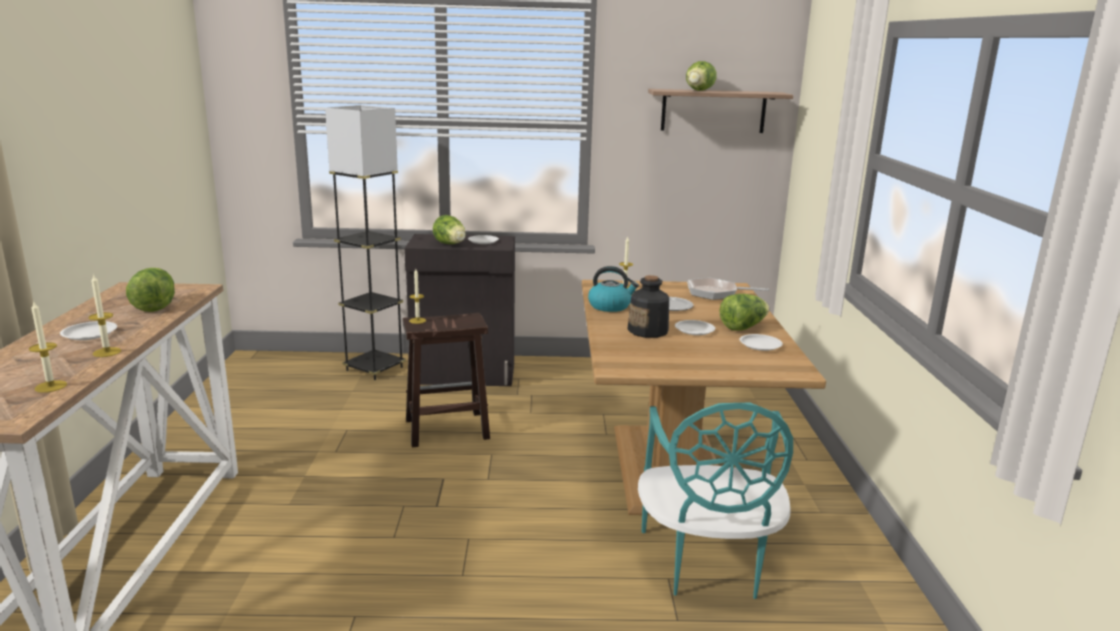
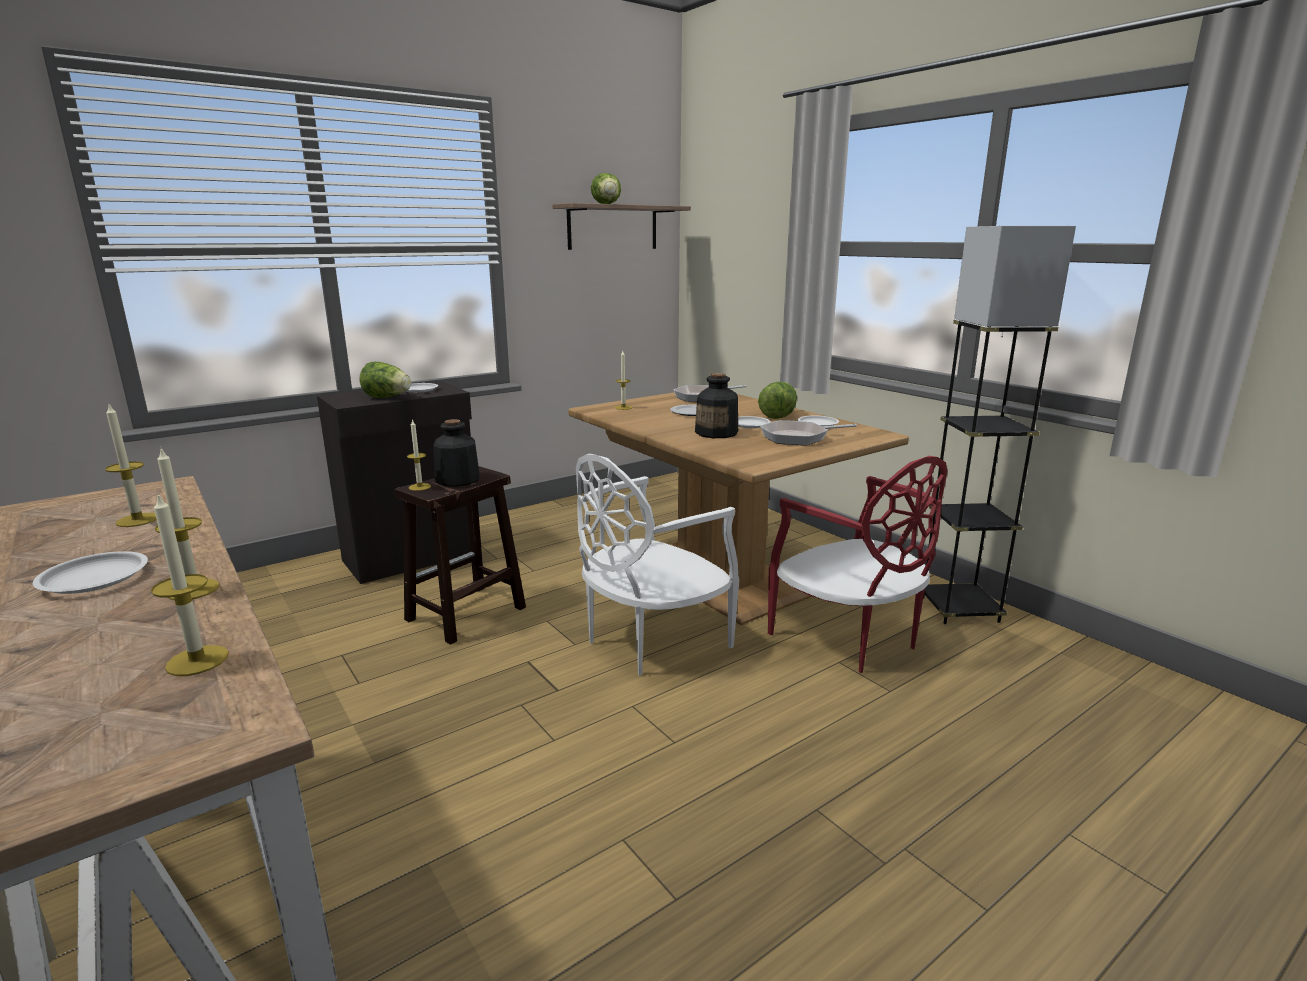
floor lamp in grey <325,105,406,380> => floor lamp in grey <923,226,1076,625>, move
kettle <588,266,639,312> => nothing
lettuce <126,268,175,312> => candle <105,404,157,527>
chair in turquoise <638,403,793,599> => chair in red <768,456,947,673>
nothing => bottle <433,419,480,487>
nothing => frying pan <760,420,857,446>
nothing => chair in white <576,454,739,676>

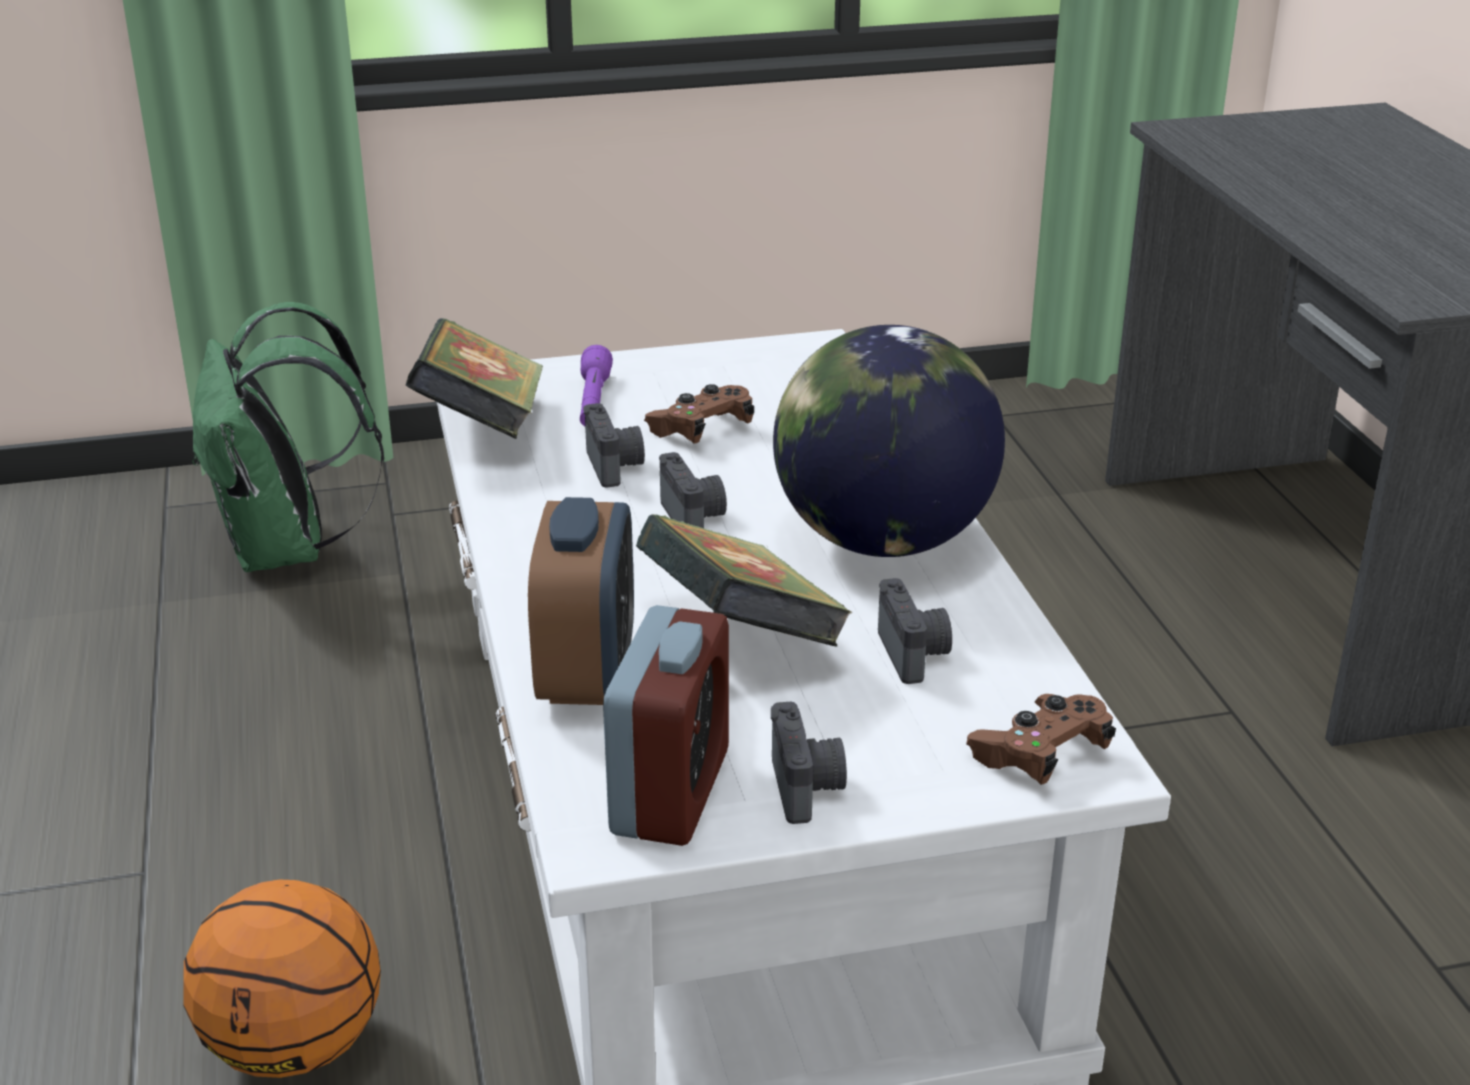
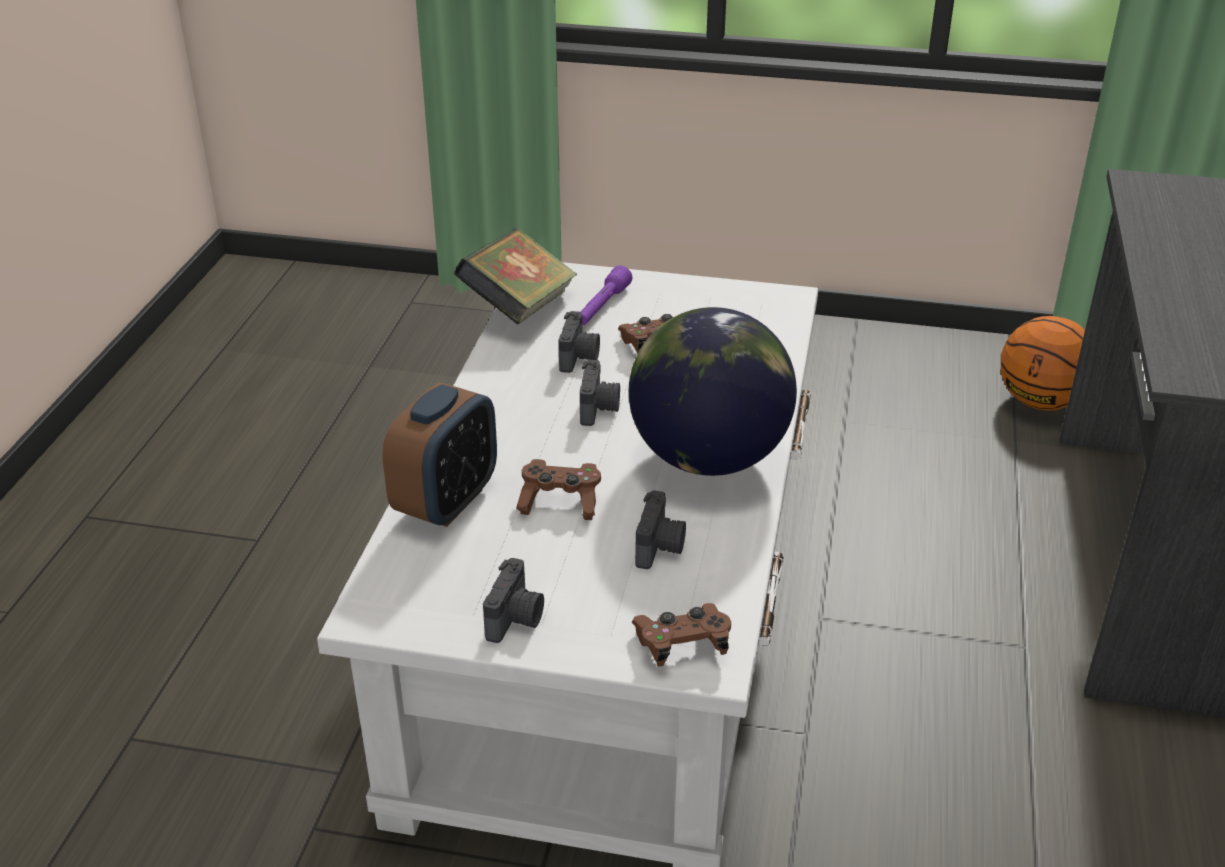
backpack in green <192,302,384,572> => nothing
book <636,514,853,646> => game controller in brown <516,459,601,520>
alarm clock <603,605,729,846> => nothing
basketball <183,879,381,1078> => basketball <1001,316,1085,411>, move

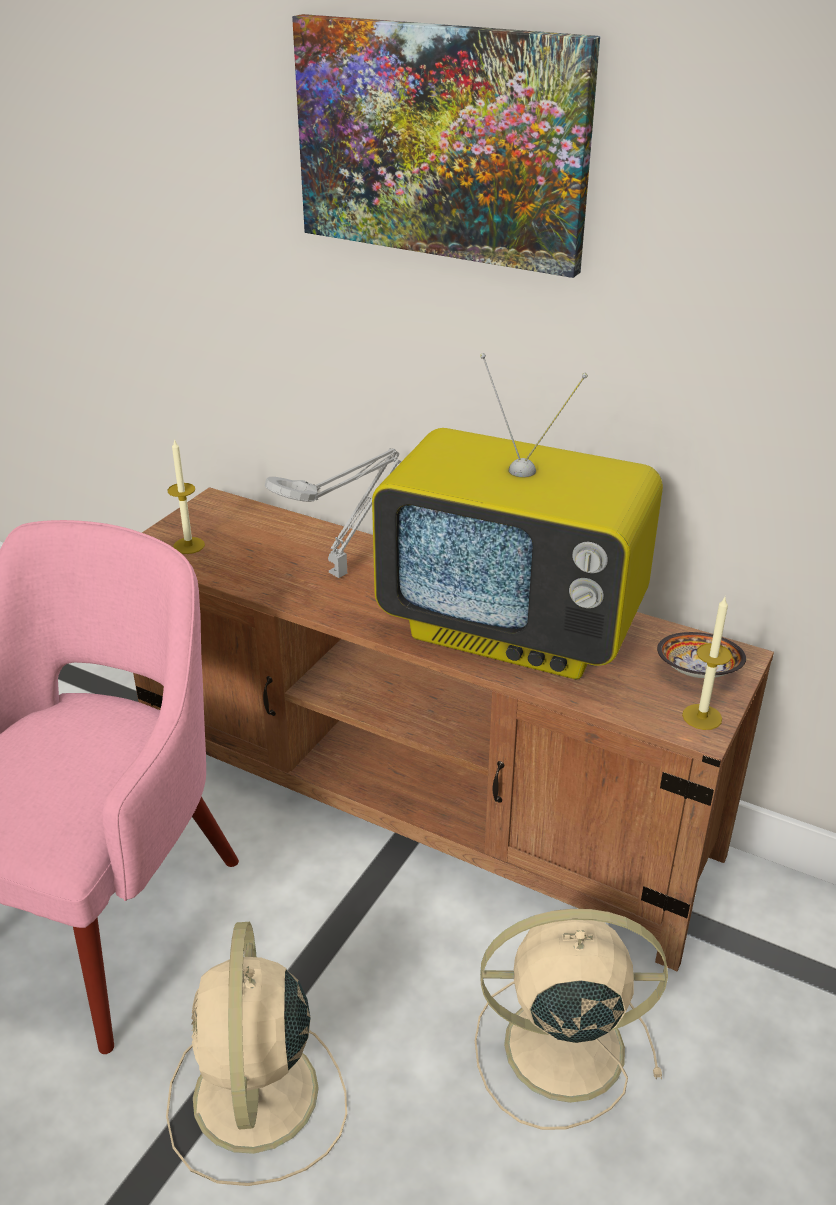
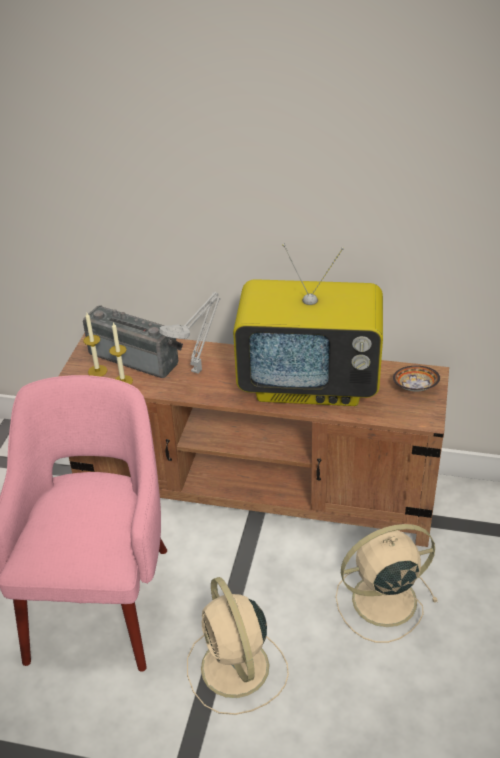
picture <292,14,600,278> => nothing
candle <682,597,732,730> => candle <109,322,133,384>, move
nothing => radio <83,305,183,378>

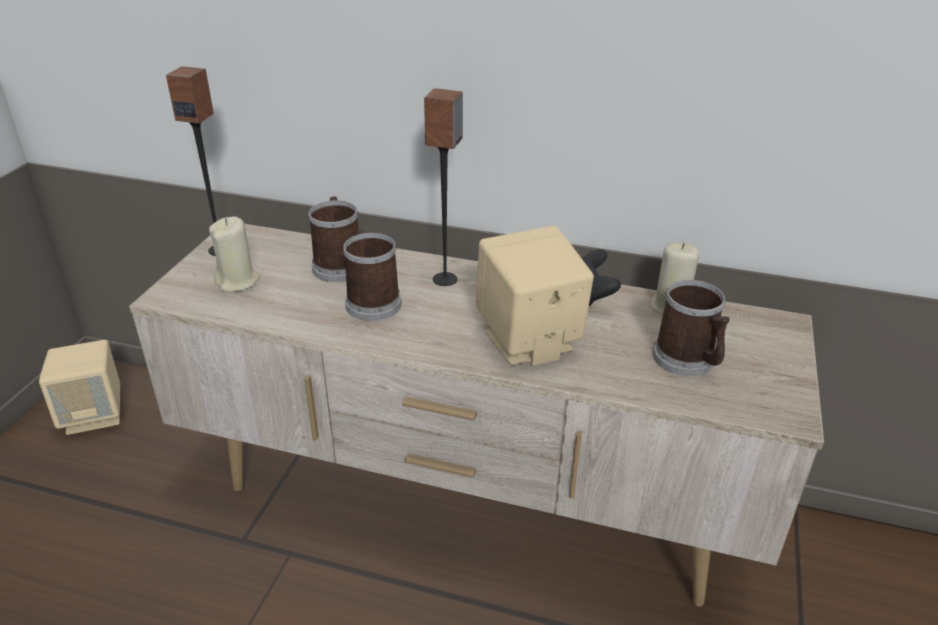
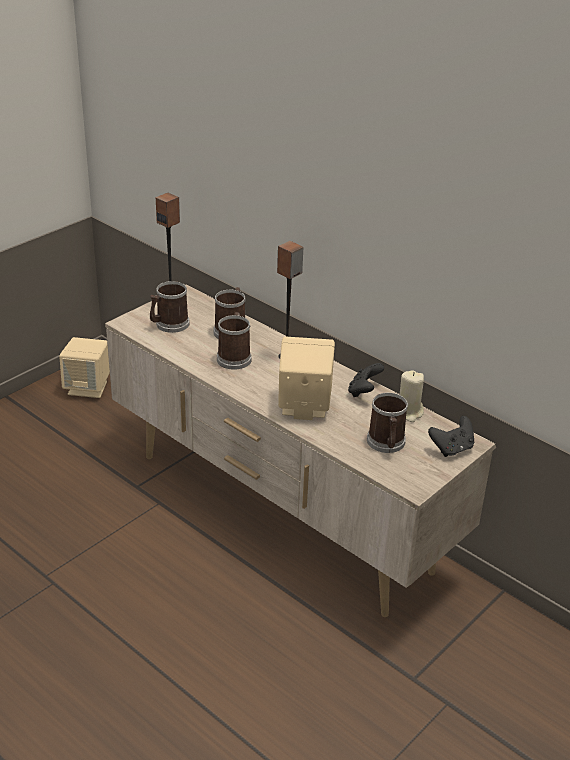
candle in beige <209,216,260,292> => mug <150,281,190,333>
nothing => game controller in black <428,416,474,457>

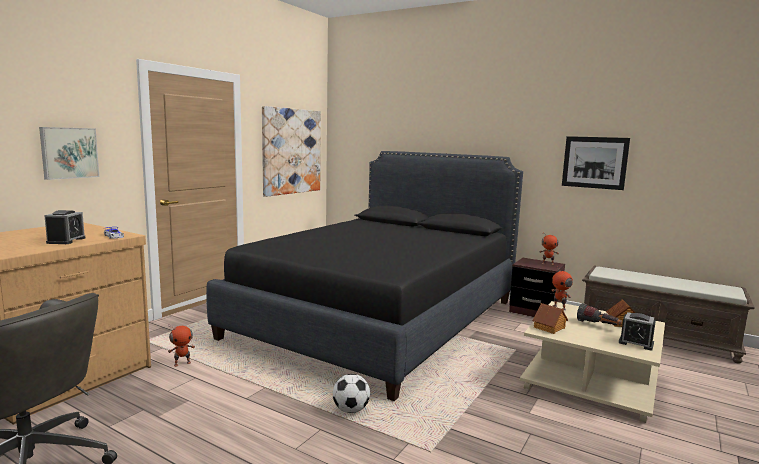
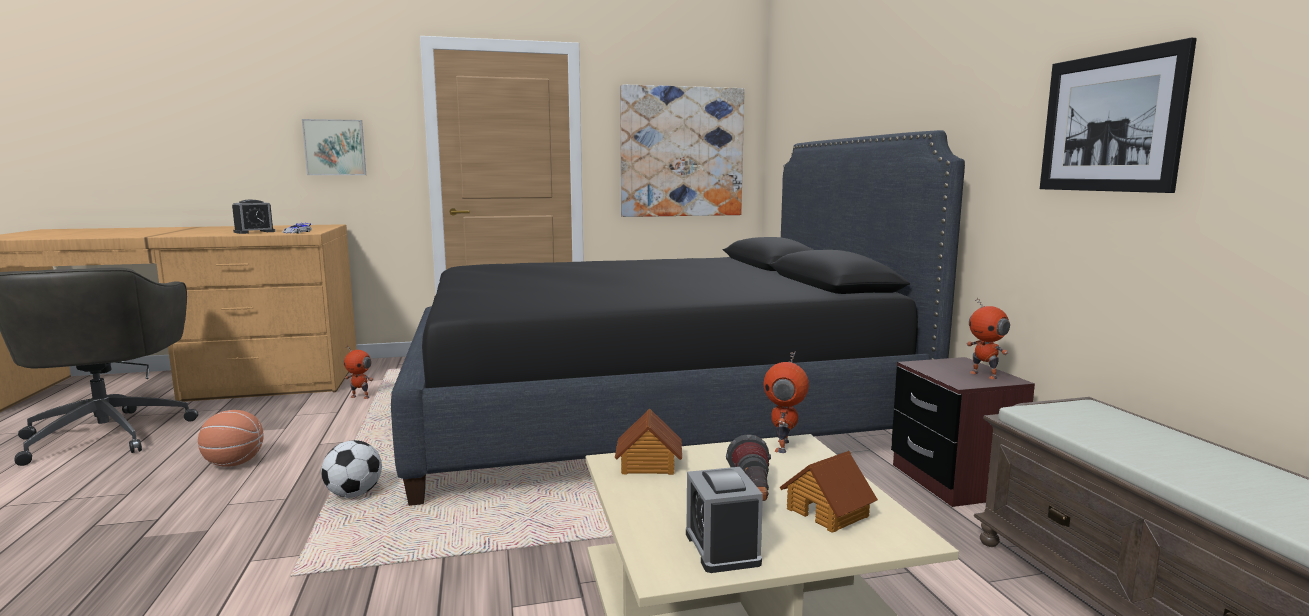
nothing => basketball <198,410,264,467>

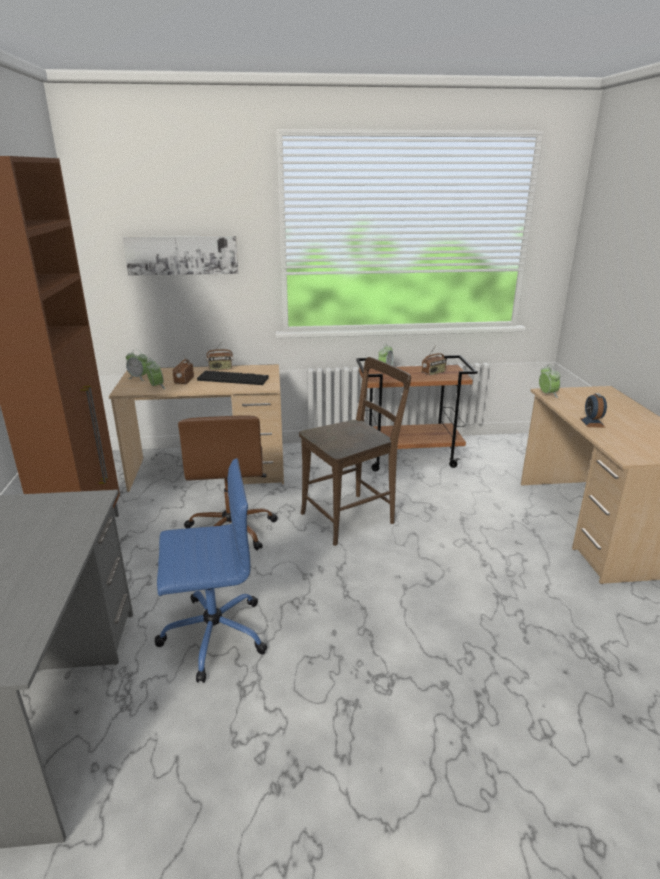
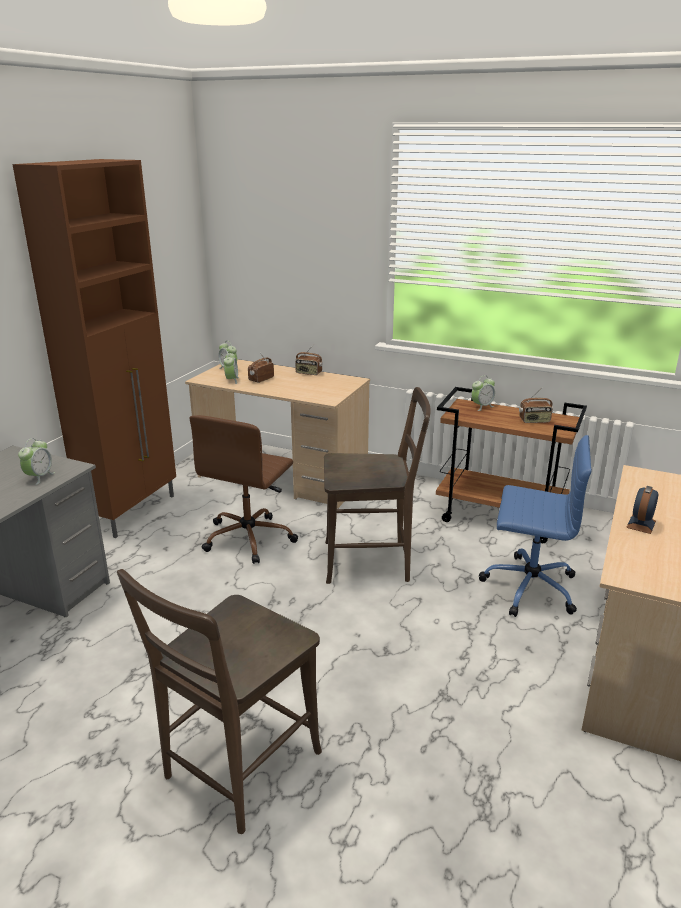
picture <123,236,238,276> => nothing
alarm clock <539,365,560,398> => alarm clock <18,438,55,485>, move
keyboard <197,371,269,385> => nothing
office chair in blue <155,458,267,683> => office chair in blue <479,435,592,617>, move
nothing => chair in brown <117,569,322,834>

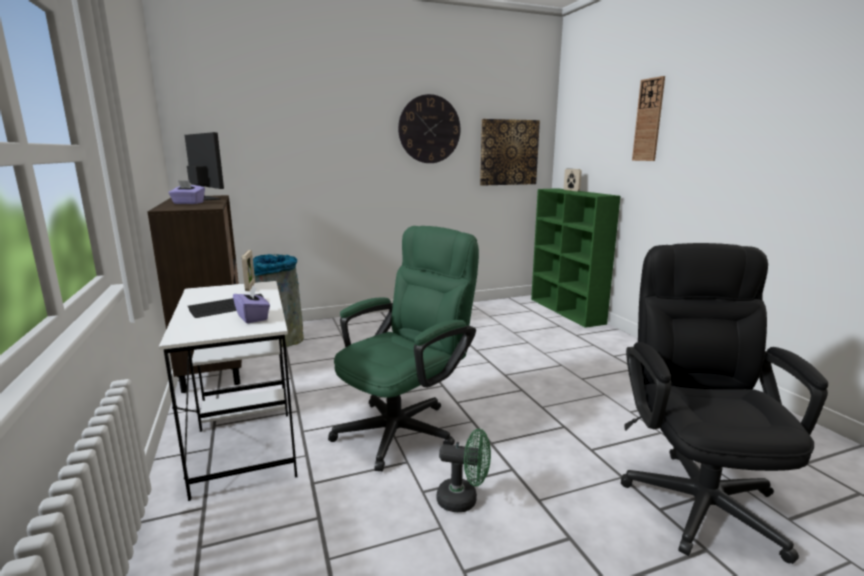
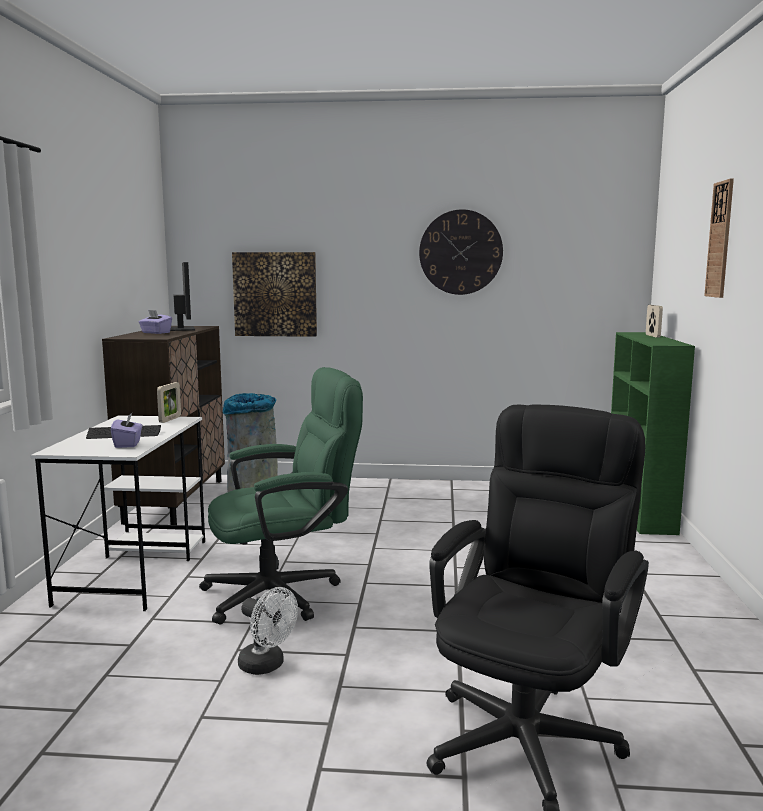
picture <480,119,540,186> => picture <232,252,317,337>, move
fan in green <437,429,491,512> => fan in white <238,587,298,675>

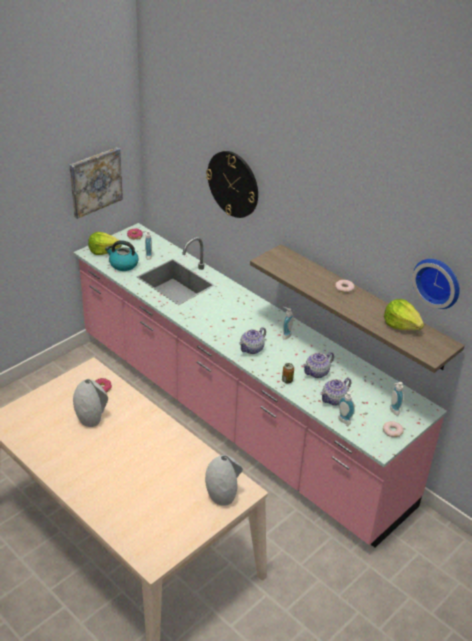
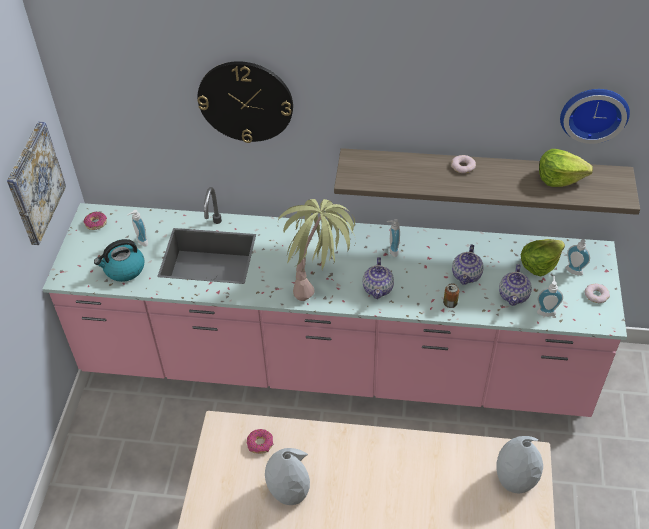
lettuce <88,232,122,255> => lettuce <521,239,565,277>, move
nothing => potted plant <278,199,356,301>

